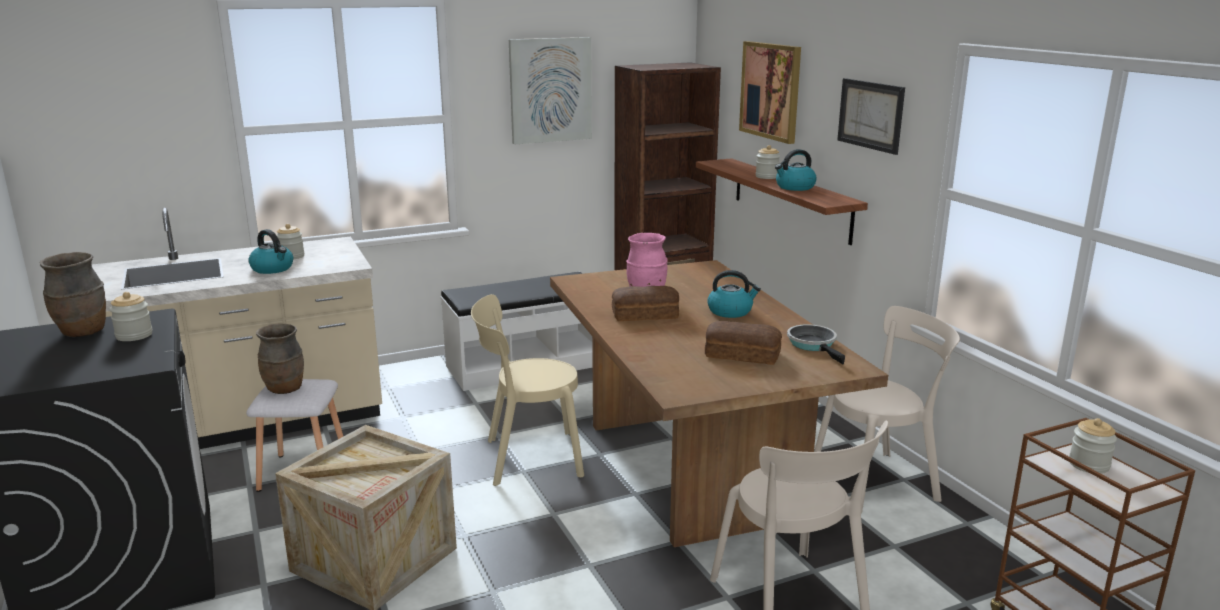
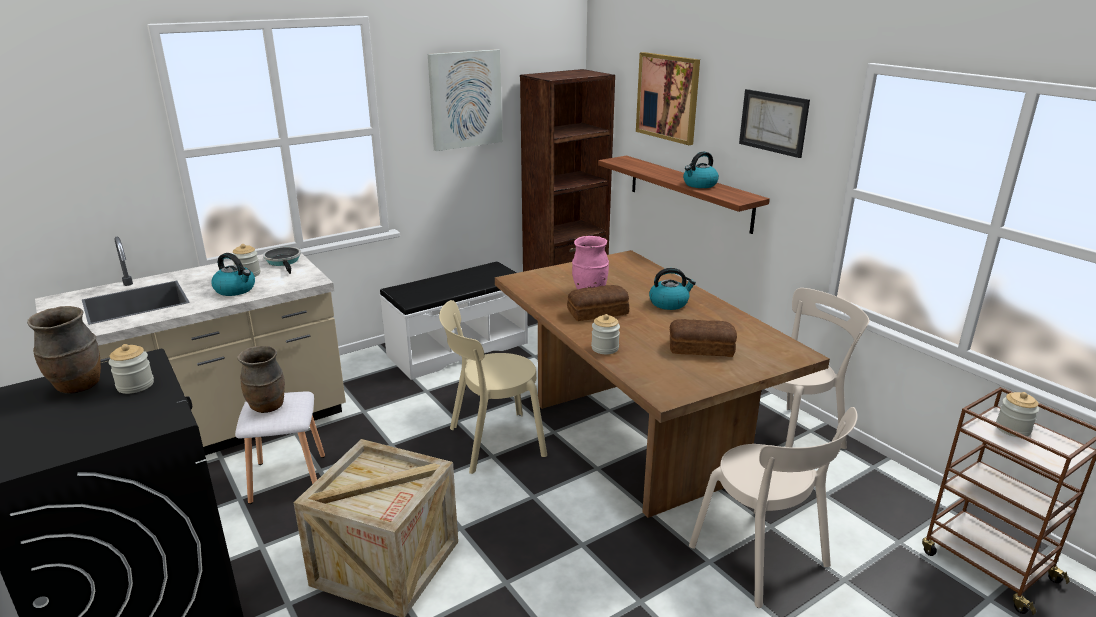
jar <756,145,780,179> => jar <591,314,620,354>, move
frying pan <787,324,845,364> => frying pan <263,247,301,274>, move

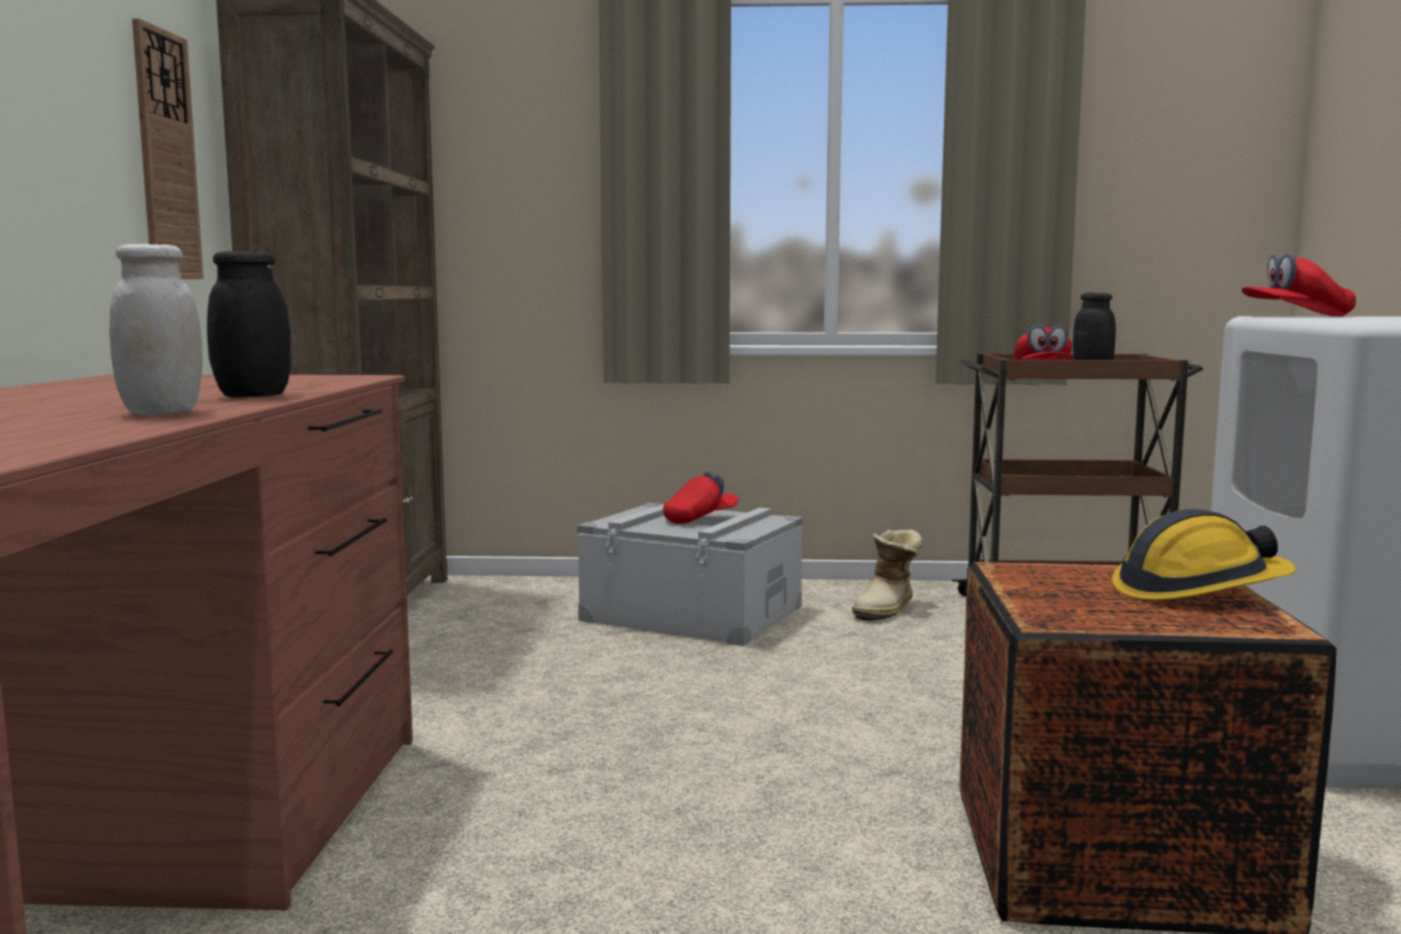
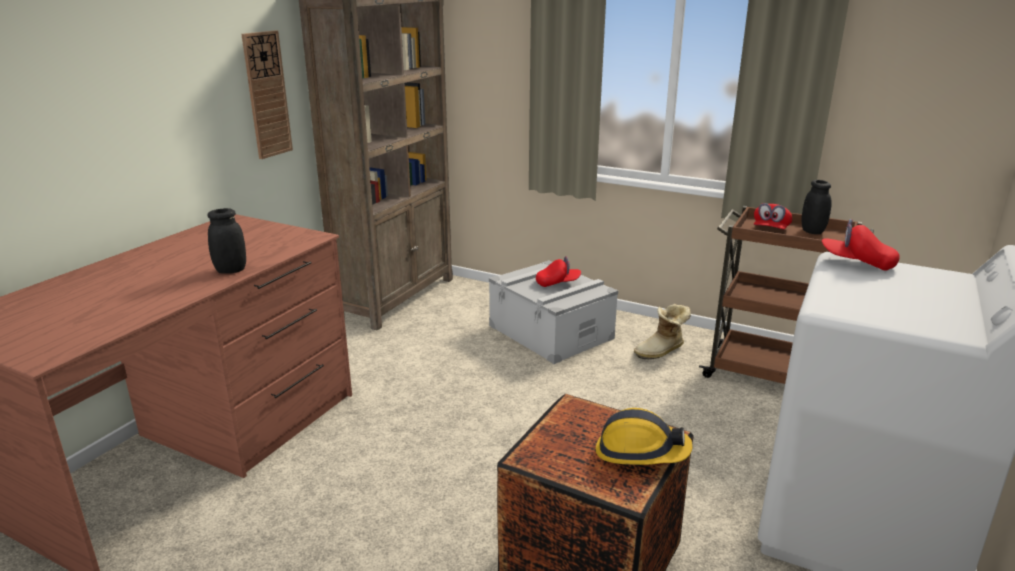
jar in white <109,244,203,415> => nothing

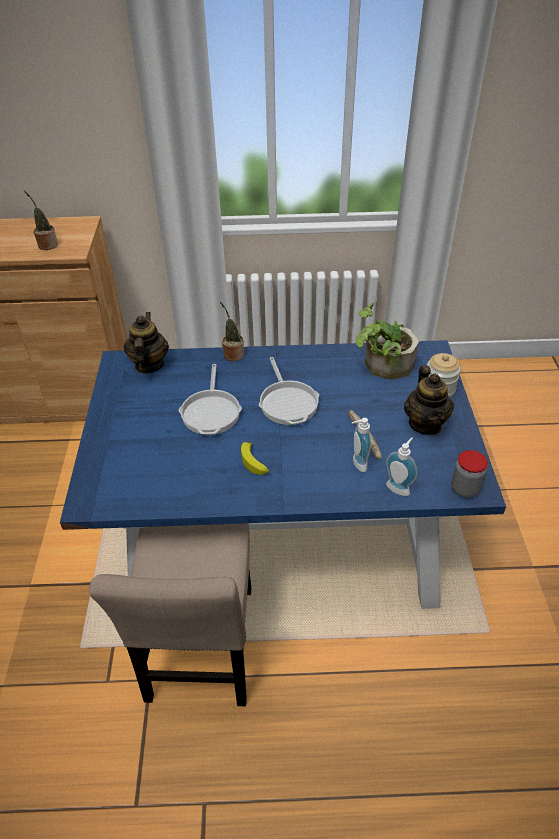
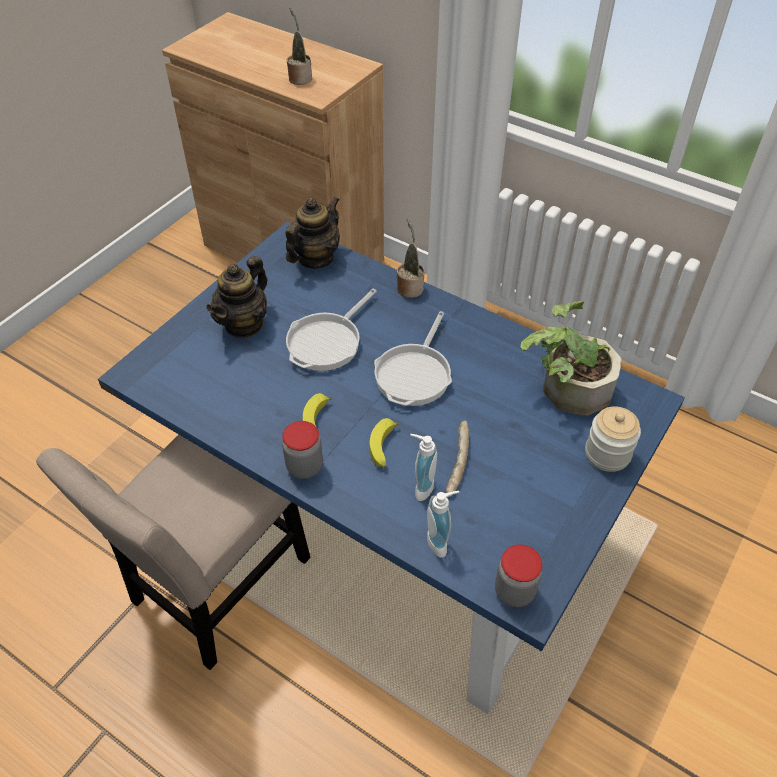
teapot <404,365,454,436> => teapot <206,256,267,338>, move
nothing => banana <370,418,399,468>
nothing => jar <282,421,323,479>

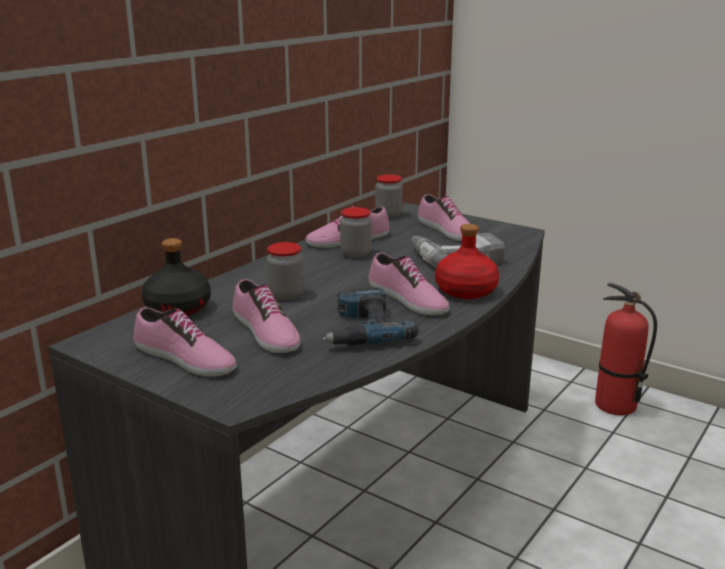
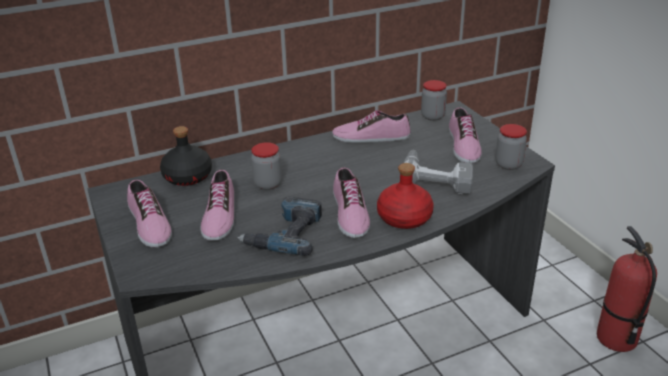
jar <340,207,372,258> => jar <495,124,527,170>, move

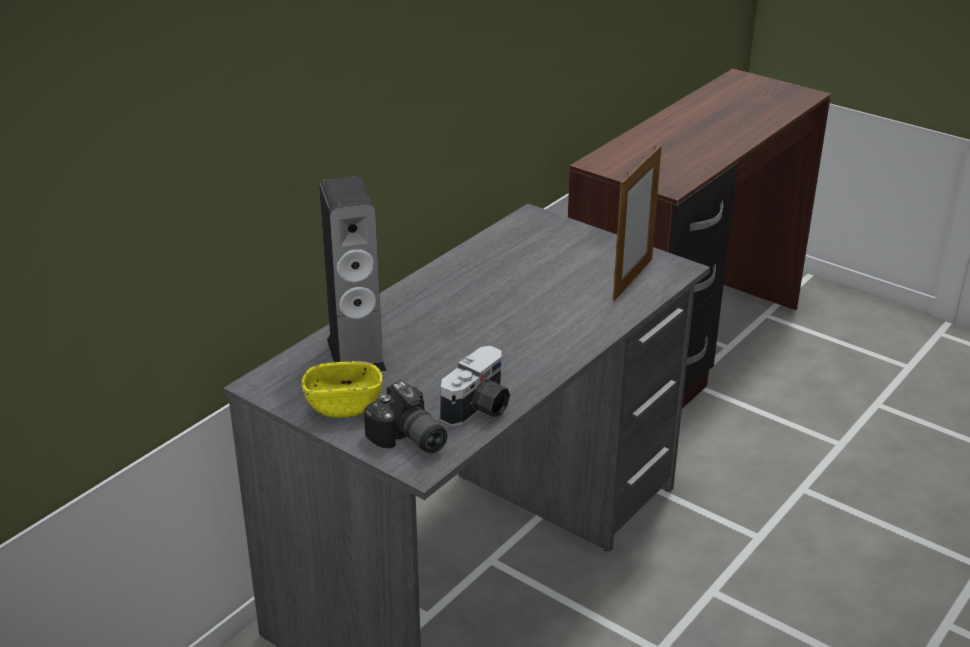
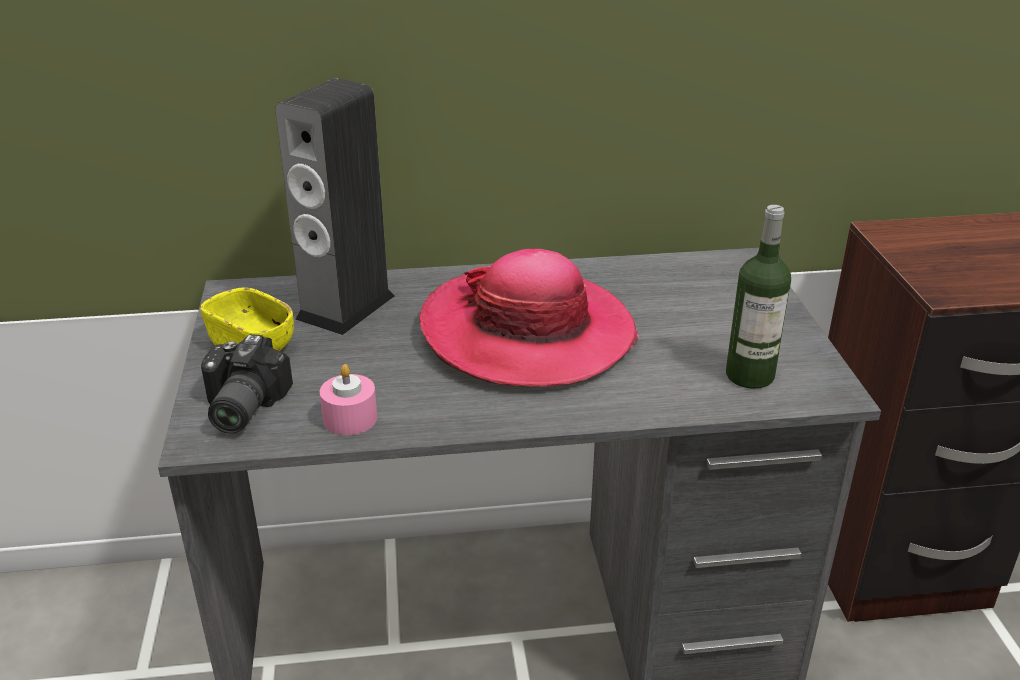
picture frame <613,145,662,301> => bottle <726,205,791,389>
photo camera <441,345,510,427> => candle in pink <320,364,377,435>
nothing => hat <419,249,639,387>

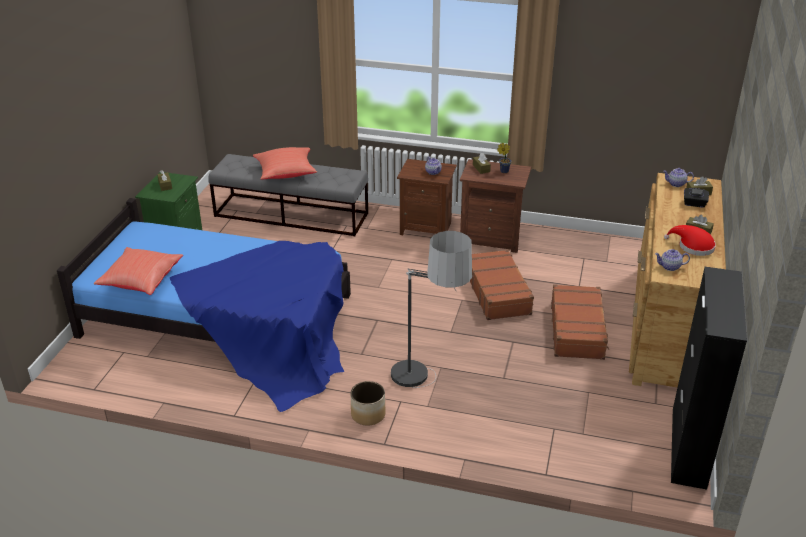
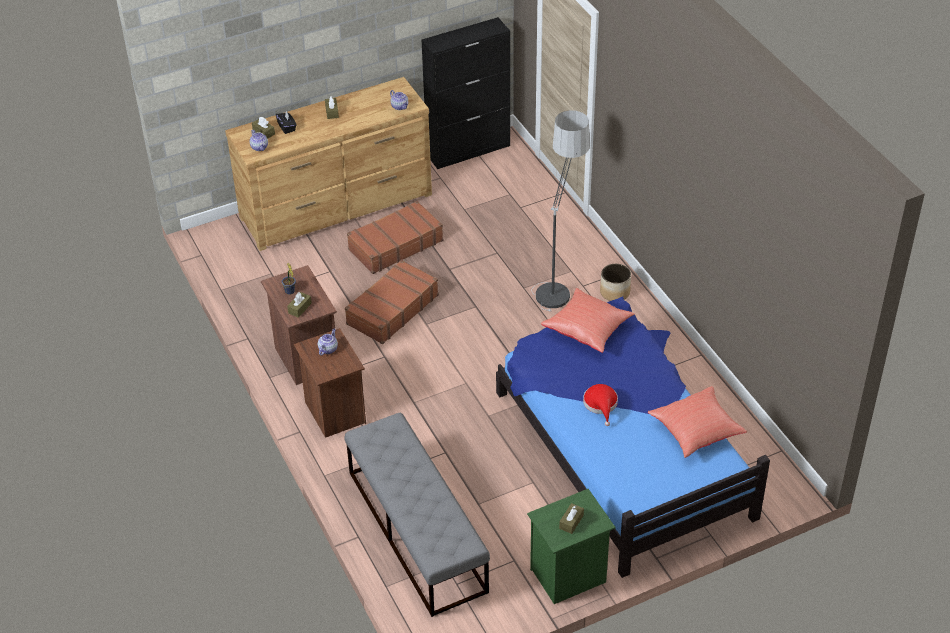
pillow in red <253,147,317,180> => pillow in red <541,288,635,353>, move
hat in red <664,225,716,256> => hat in red <583,384,618,426>, move

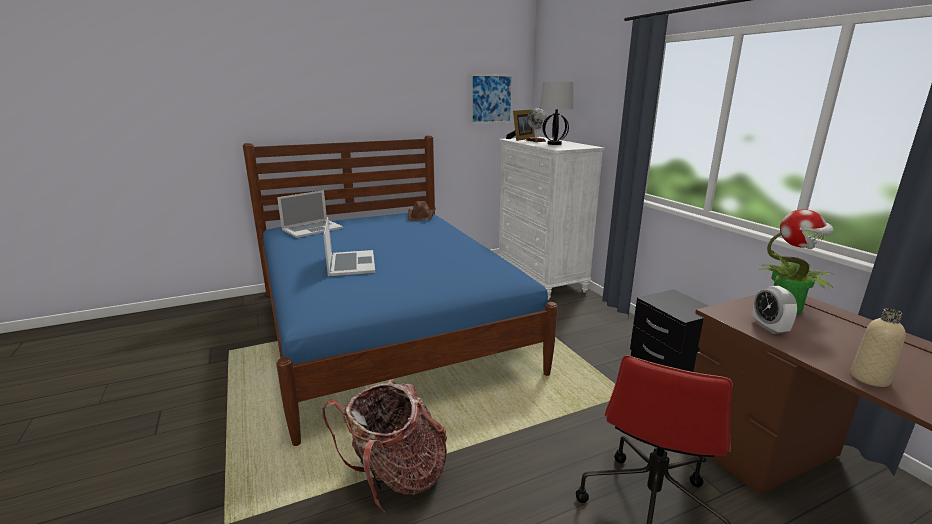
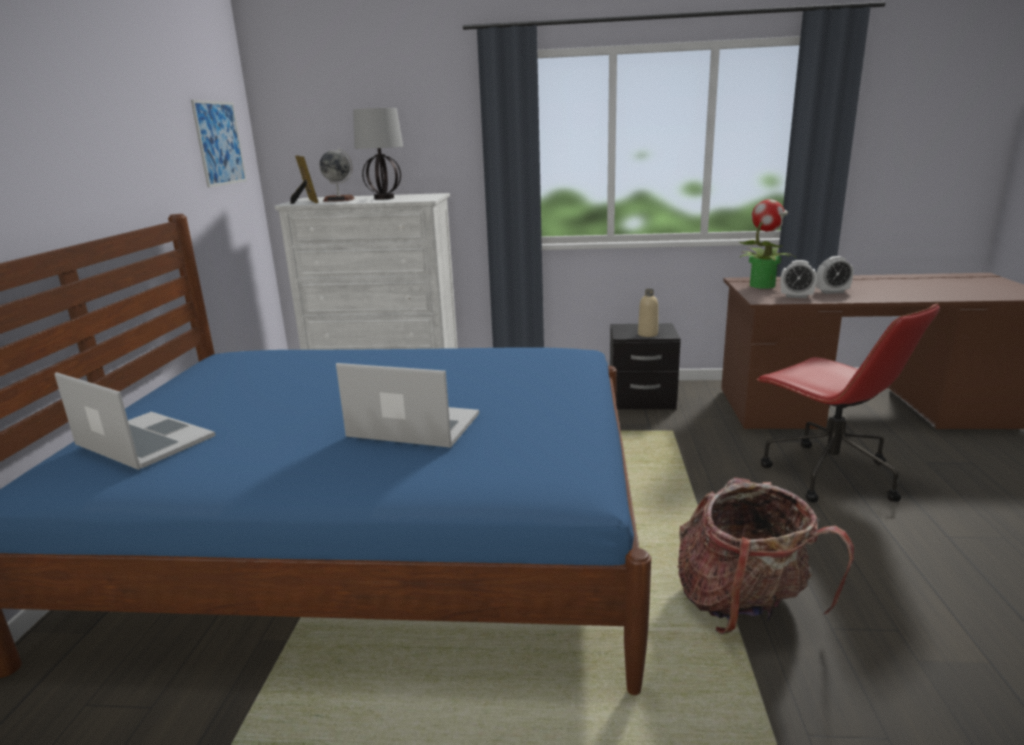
laptop <277,190,343,238> => laptop <55,372,216,470>, 45 degrees counterclockwise
hat in brown <408,201,436,221> => nothing
bottle in beige <851,308,906,387> => bottle in beige <638,289,658,337>, move
nothing => alarm clock <816,256,854,294>

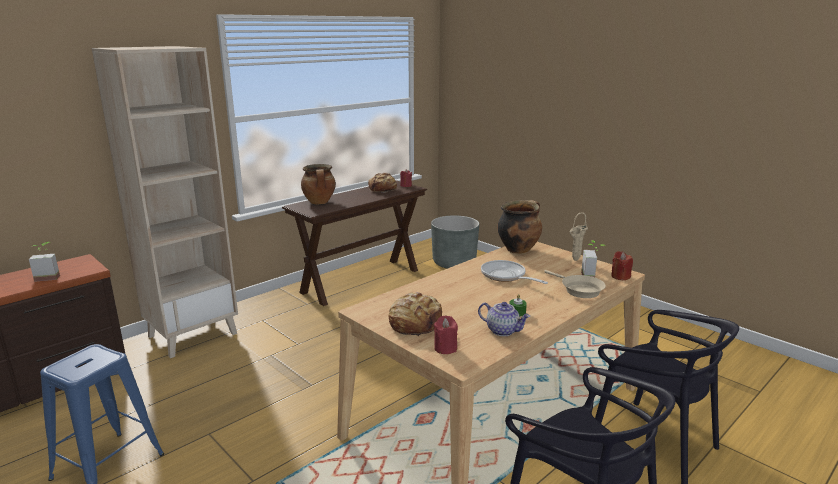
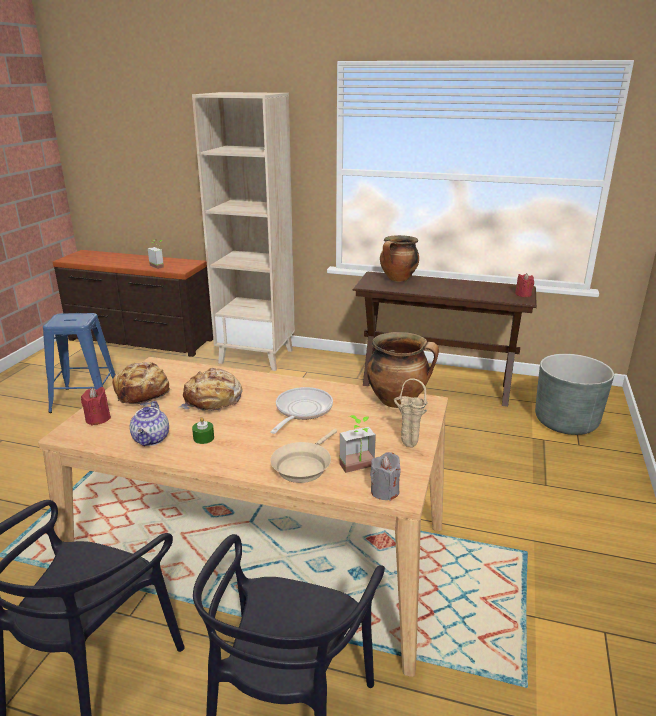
bread <368,173,397,193> => bread <179,368,243,412>, move
candle in red <611,251,633,280> => candle in grey <370,452,401,501>

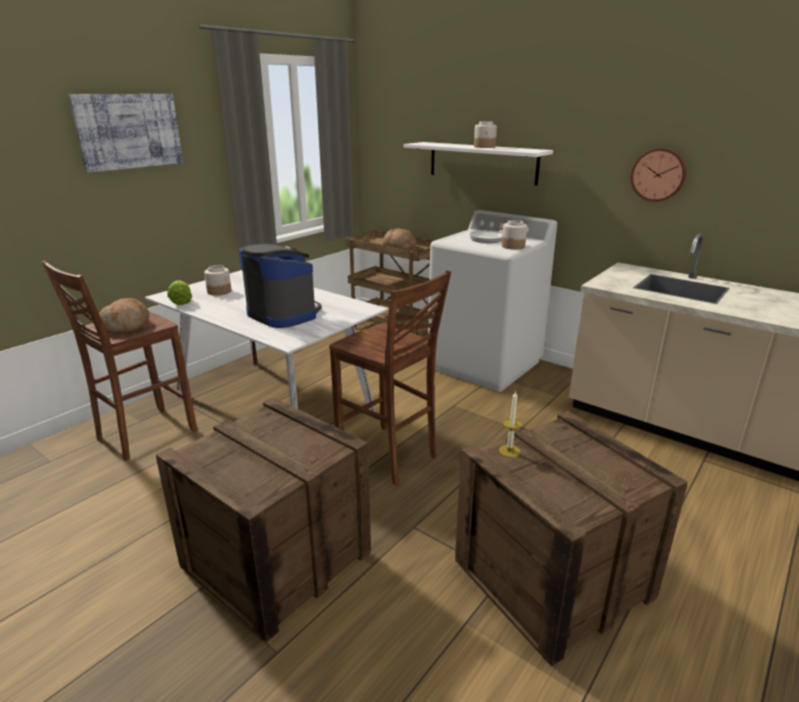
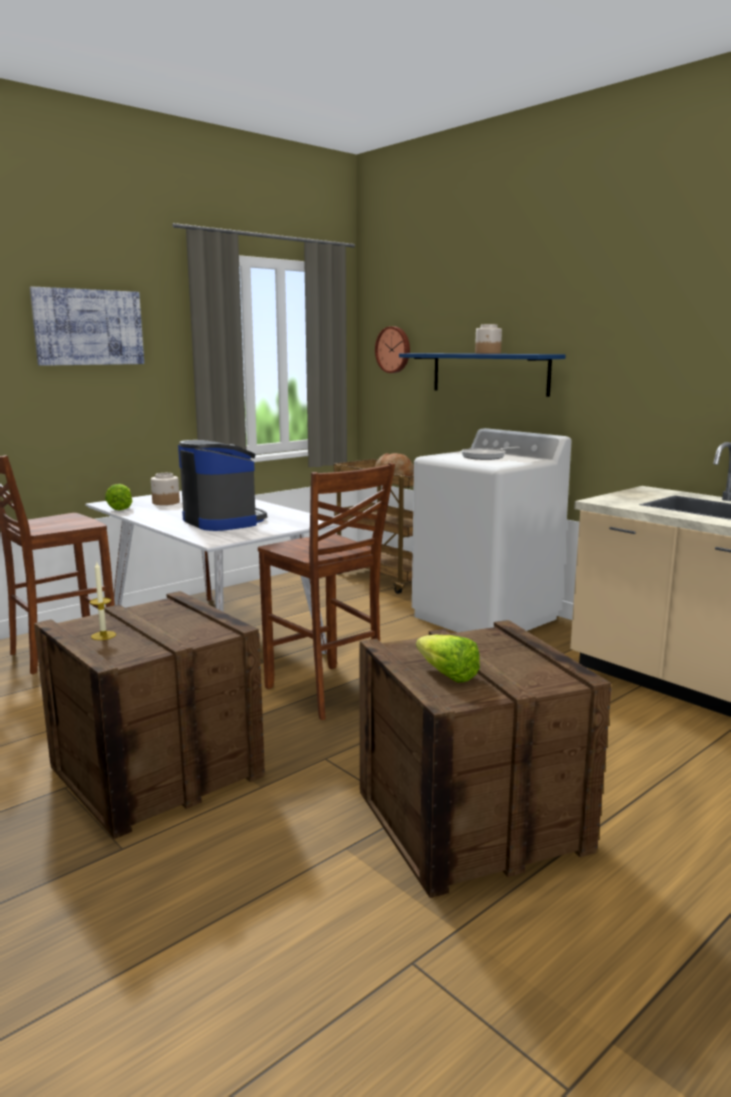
shelf in white <403,142,553,185> => shelf in blue <399,353,565,397>
wall clock <631,148,687,202> => wall clock <375,326,410,373>, move
jar <502,220,527,250> => nothing
bread <99,298,149,334> => nothing
candle <499,391,522,457> => candle <90,562,116,640>, move
nothing => lettuce <416,635,480,683>

